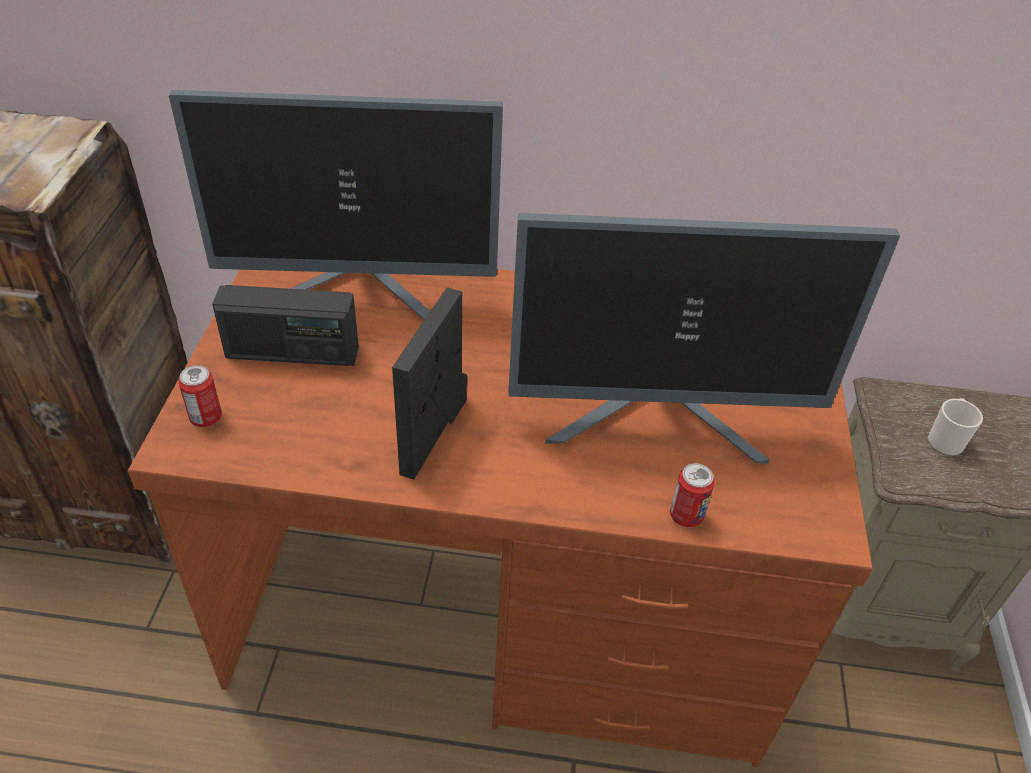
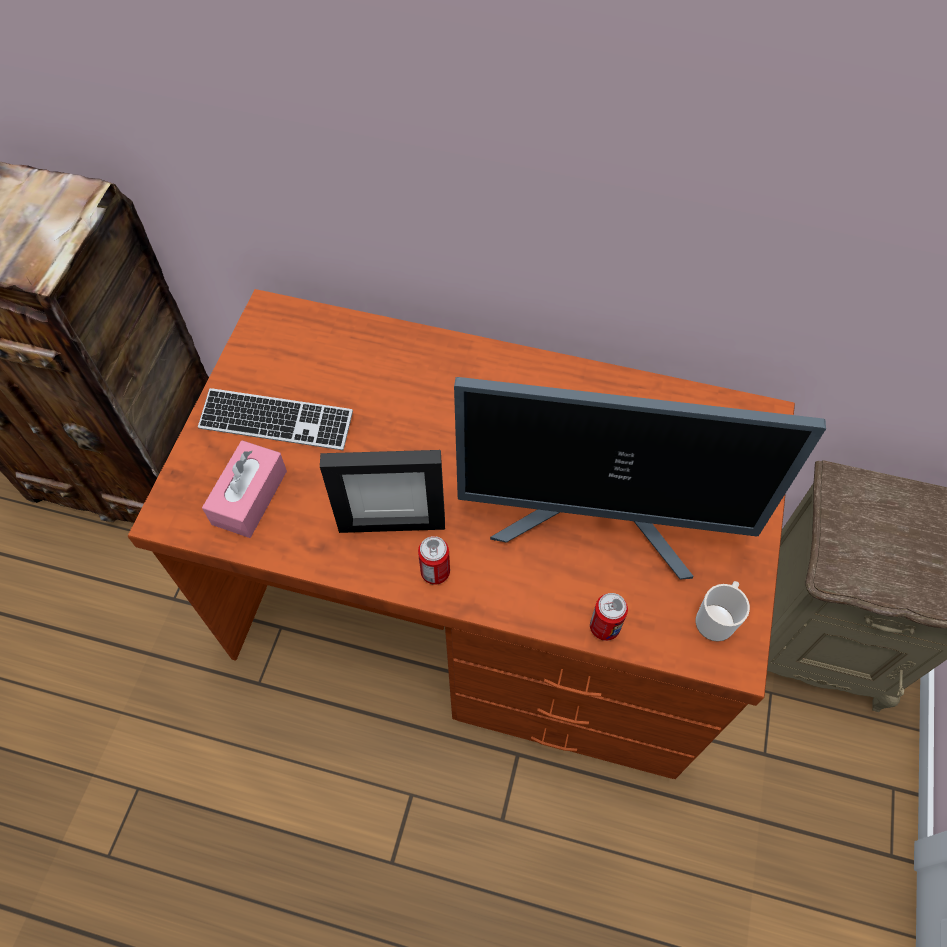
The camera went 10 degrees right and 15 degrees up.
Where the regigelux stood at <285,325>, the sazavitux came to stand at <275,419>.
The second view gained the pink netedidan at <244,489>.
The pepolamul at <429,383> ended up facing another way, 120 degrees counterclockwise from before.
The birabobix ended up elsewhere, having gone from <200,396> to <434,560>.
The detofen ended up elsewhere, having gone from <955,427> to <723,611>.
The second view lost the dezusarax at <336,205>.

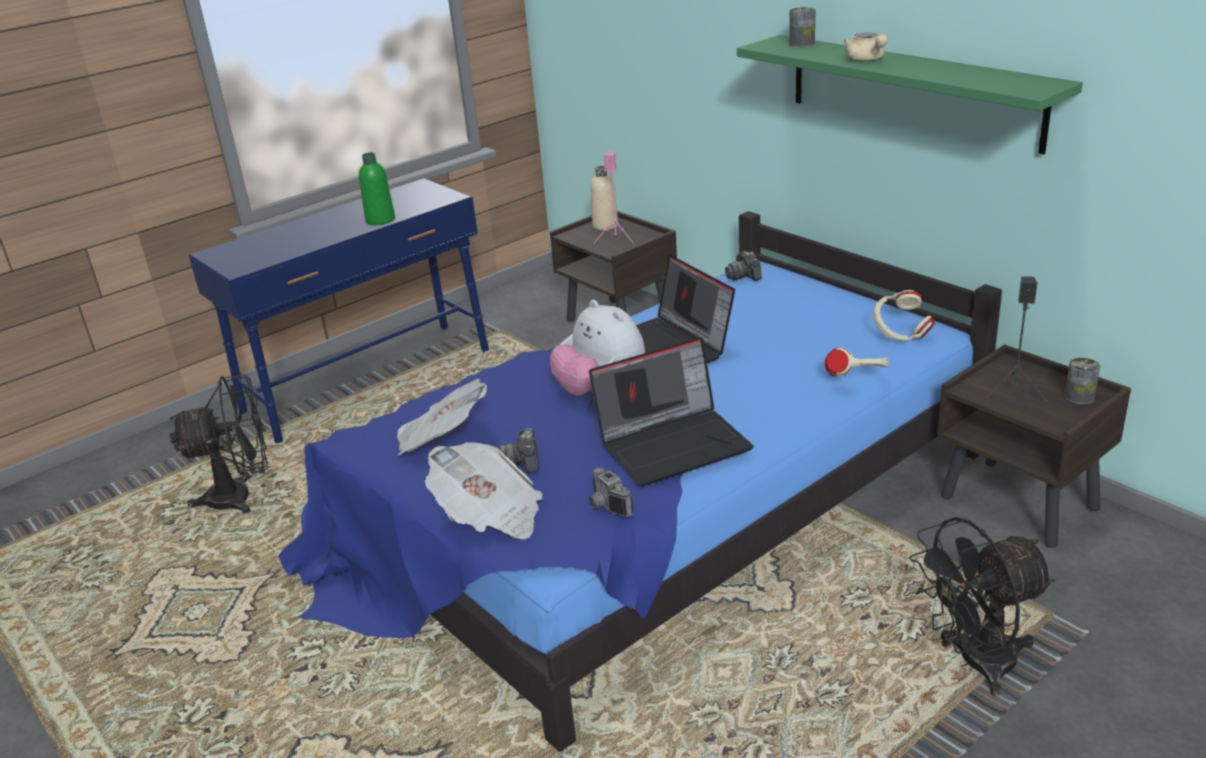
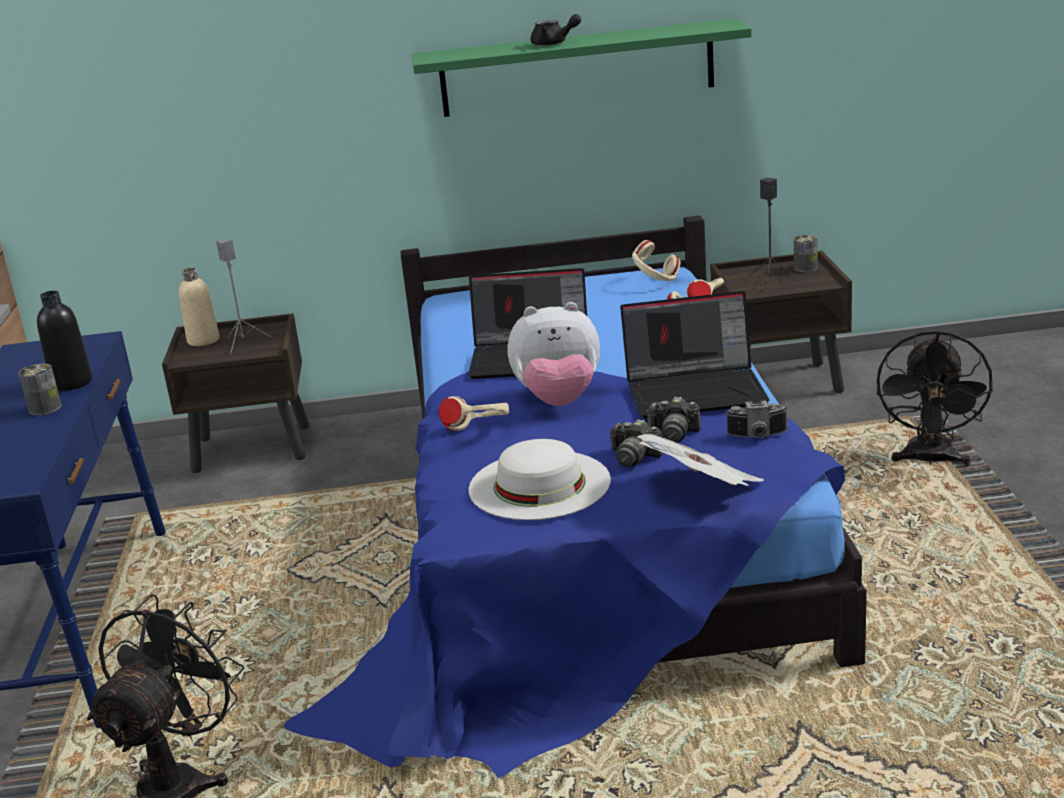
The camera went 55 degrees left and 5 degrees down.
The birabobix ended up elsewhere, having gone from <802,27> to <40,390>.
What was the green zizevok at <377,188> turned into the black zizevok at <65,341>.
What was the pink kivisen at <614,198> turned into the grey kivisen at <245,296>.
The second view gained the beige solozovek at <474,413>.
Where the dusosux stood at <442,417>, the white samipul came to stand at <540,479>.
What was the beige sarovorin at <865,47> turned into the black sarovorin at <556,30>.
The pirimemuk at <671,412> ended up facing another way, 75 degrees clockwise from before.
The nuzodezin ended up elsewhere, having gone from <743,266> to <673,420>.

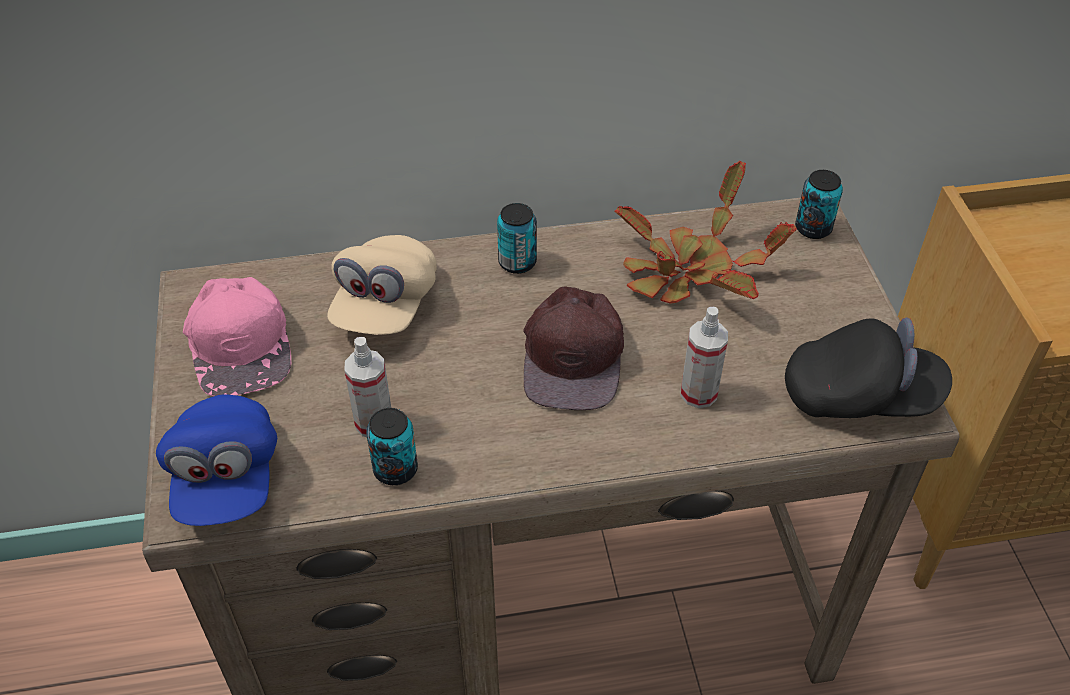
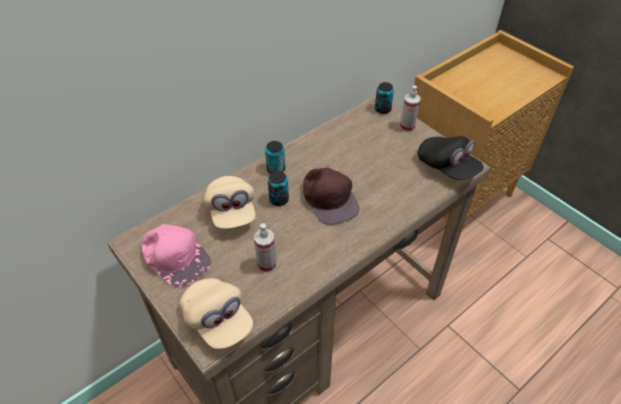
The camera went 30 degrees left and 0 degrees up.
What was the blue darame at <216,460> turned into the beige darame at <216,313>.
The birabobix ended up elsewhere, having gone from <392,446> to <278,188>.
The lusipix ended up elsewhere, having gone from <704,357> to <410,108>.
The black darame at <868,367> ended up facing another way, 75 degrees clockwise from before.
The second view lost the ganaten at <706,232>.

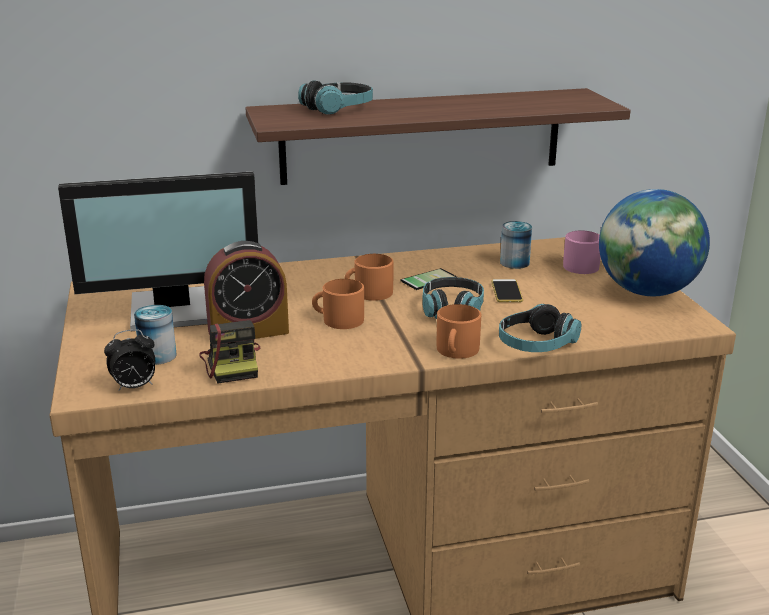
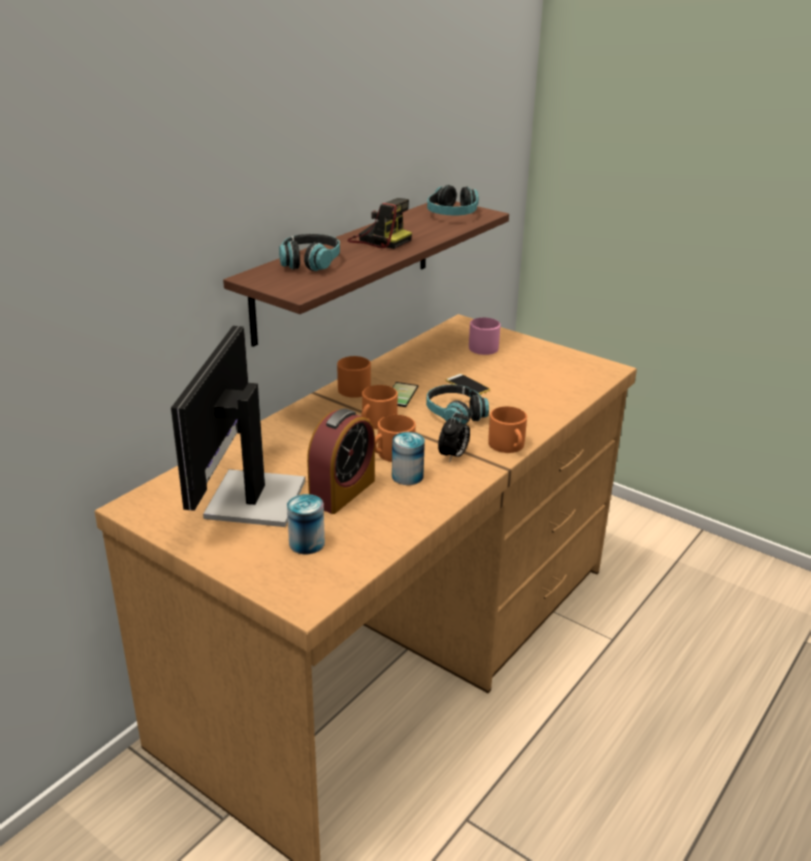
The camera went 40 degrees left and 5 degrees up.
The dezusarax at <158,251> ended up facing another way, 150 degrees clockwise from before.
The second view gained the orange detofen at <354,377>.
The nuzodezin ended up elsewhere, having gone from <229,352> to <379,223>.
The birabobix ended up elsewhere, having gone from <516,245> to <408,458>.
The solozovek ended up elsewhere, having gone from <540,328> to <453,200>.
The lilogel ended up elsewhere, having gone from <129,360> to <454,436>.
The second view lost the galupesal at <654,242>.

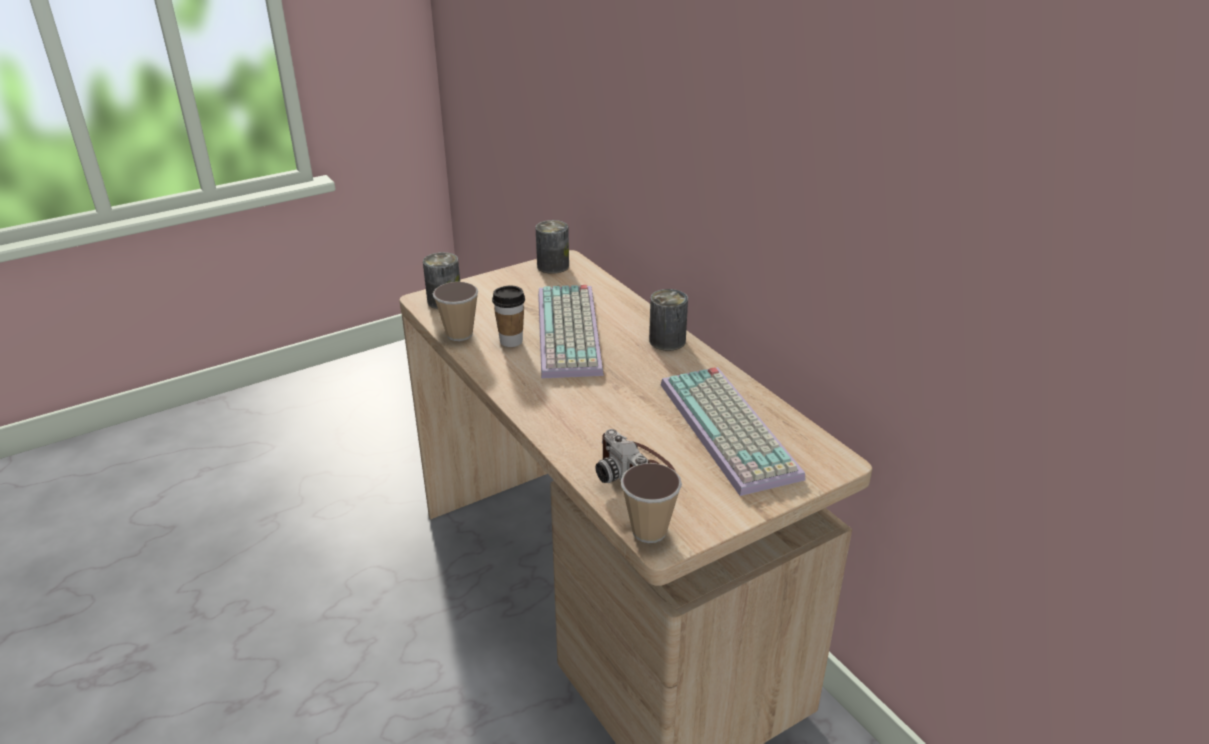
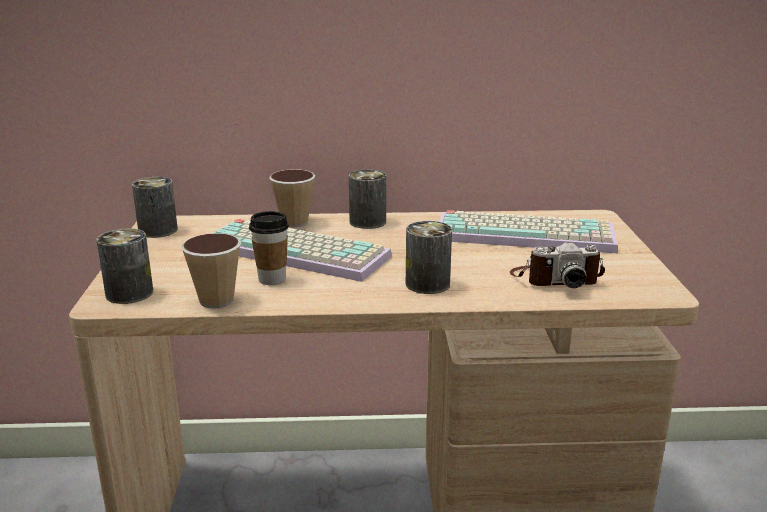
The camera went 60 degrees left and 10 degrees down.
The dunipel ended up elsewhere, having gone from <651,503> to <292,198>.
The second view gained the birabobix at <429,257>.

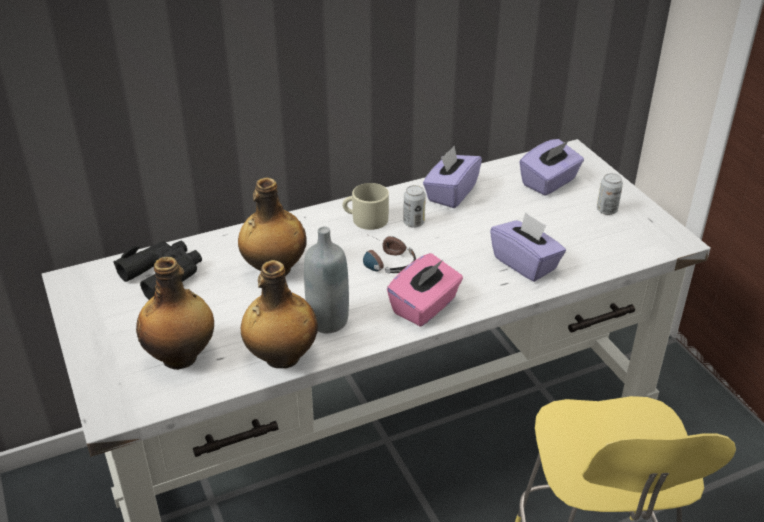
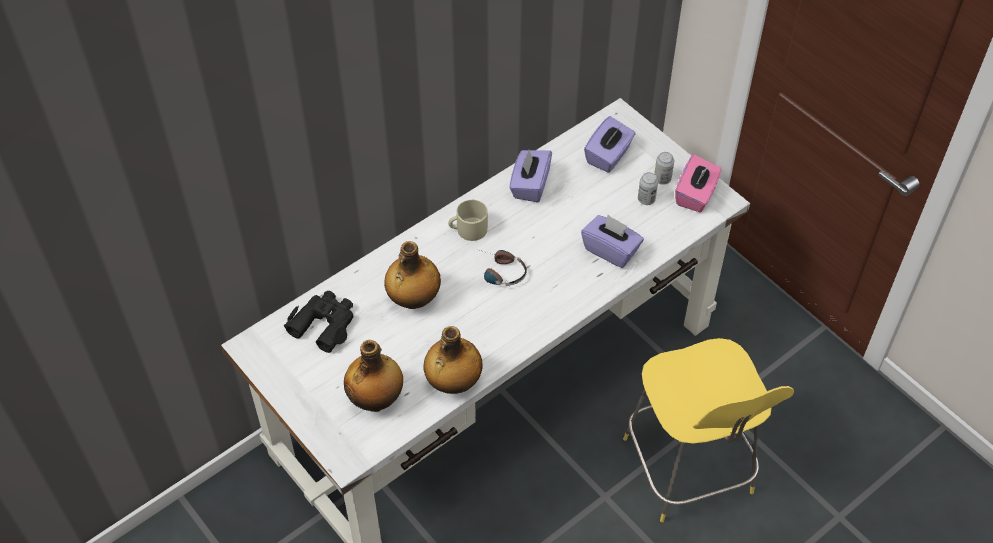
The camera went 15 degrees left and 15 degrees up.
The birabobix ended up elsewhere, having gone from <414,206> to <648,188>.
The pink netedidan ended up elsewhere, having gone from <425,290> to <698,183>.
The second view lost the grey zizevok at <326,280>.

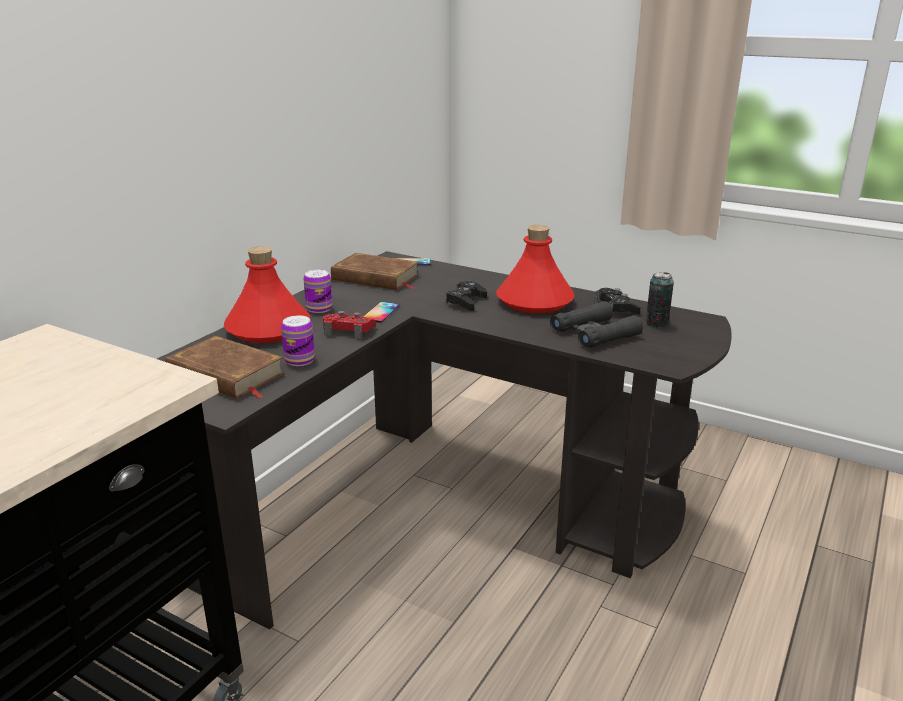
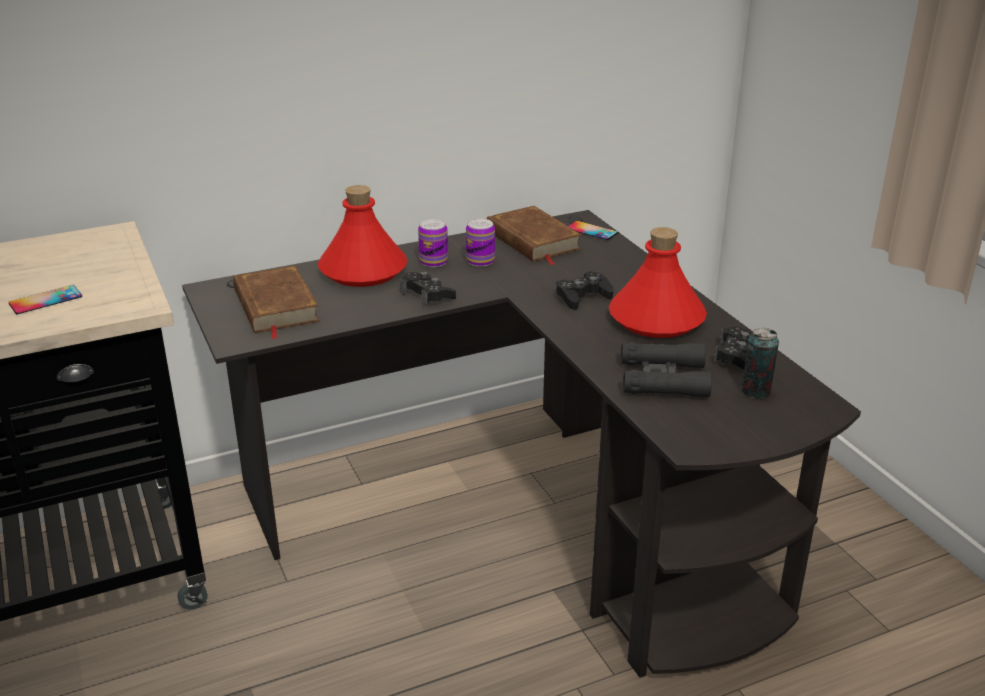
The camera went 35 degrees right and 5 degrees up.
The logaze ended up elsewhere, having gone from <381,312> to <45,299>.
What was the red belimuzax at <349,325> turned into the black belimuzax at <428,289>.
The birabobix ended up elsewhere, having gone from <298,340> to <480,243>.

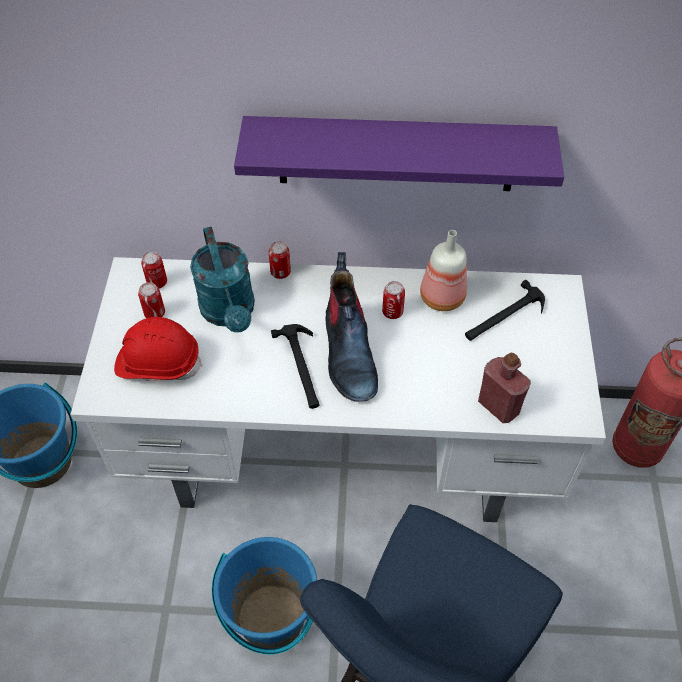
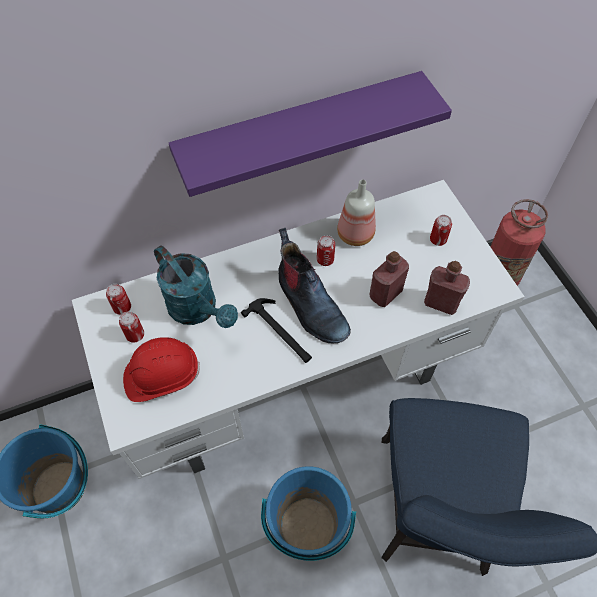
The camera went 25 degrees left and 5 degrees up.
The second view gained the red zizevok at <389,279>.
The birabobix ended up elsewhere, having gone from <280,260> to <441,230>.
The second view lost the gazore at <505,310>.

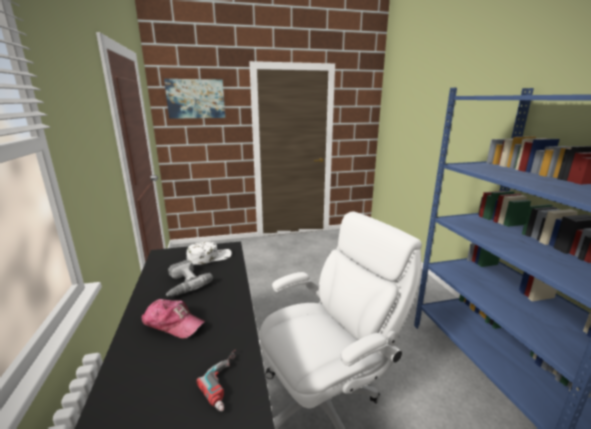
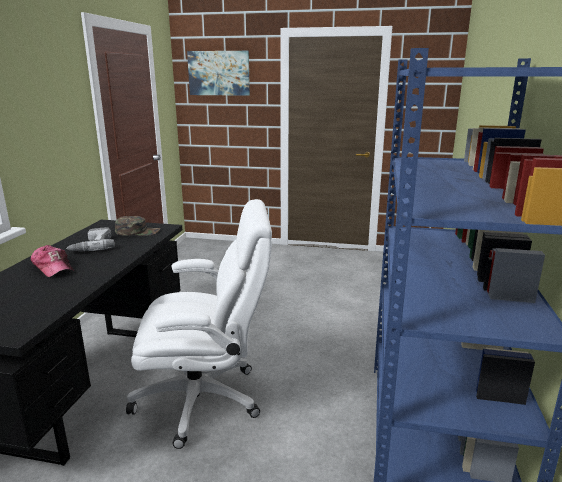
The camera went 25 degrees right and 0 degrees up.
What was the white darame at <209,253> turned into the green darame at <137,226>.
The second view lost the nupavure at <216,381>.

